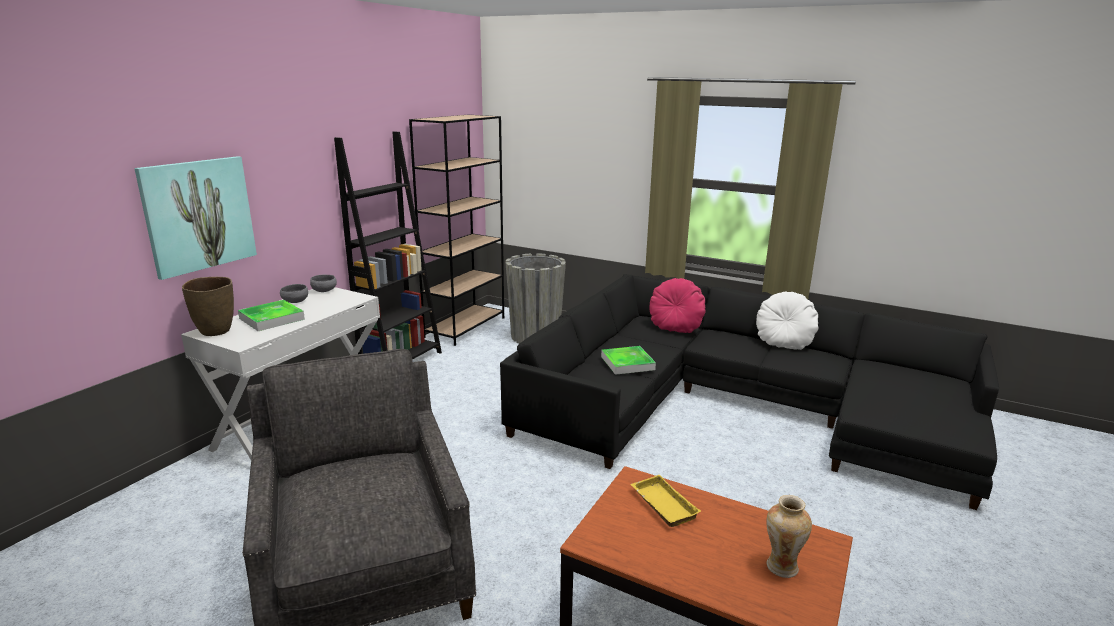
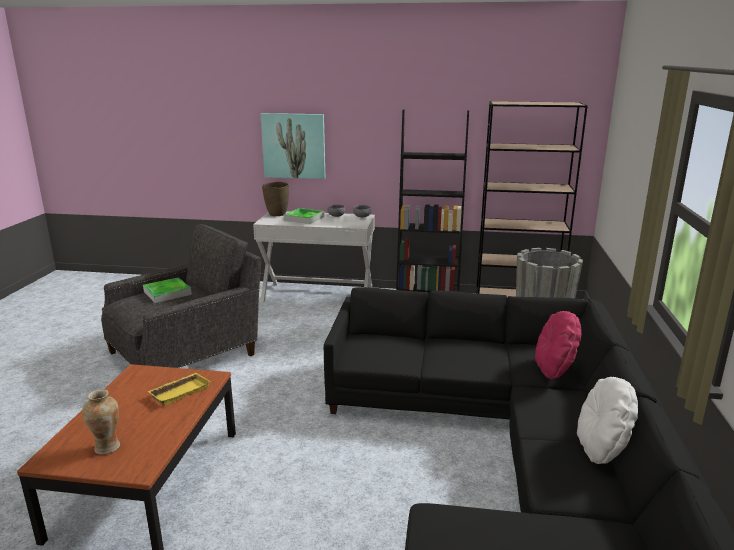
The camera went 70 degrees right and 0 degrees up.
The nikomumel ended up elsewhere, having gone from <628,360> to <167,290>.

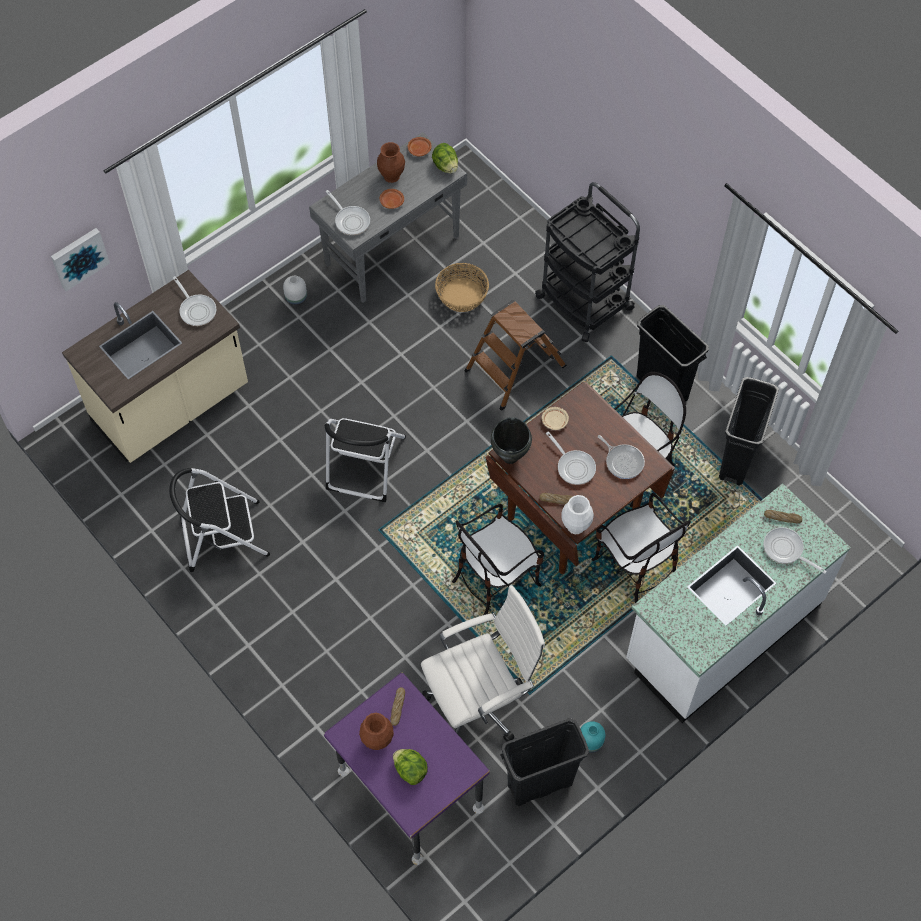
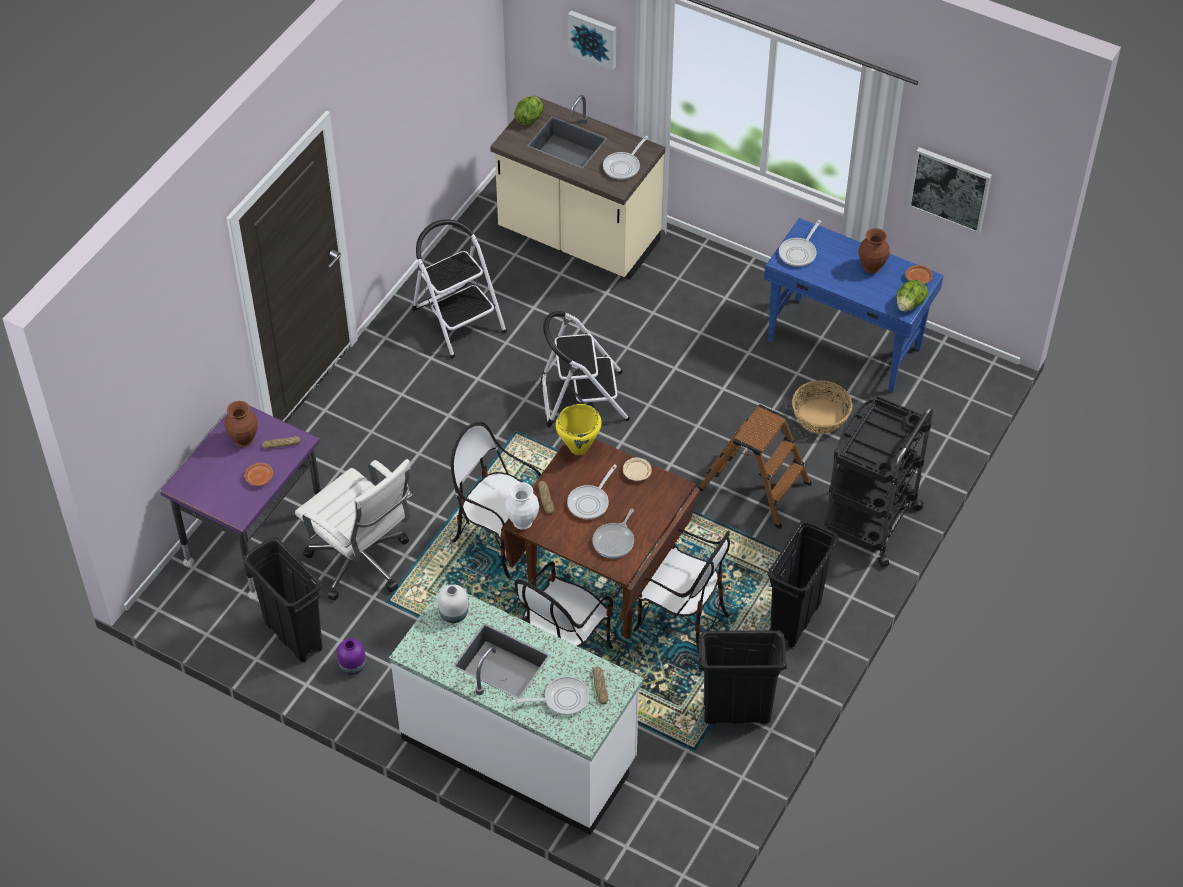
The camera went 70 degrees right and 10 degrees down.
The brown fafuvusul ended up elsewhere, having gone from <392,199> to <258,474>.
What was the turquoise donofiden at <593,737> turned into the purple donofiden at <351,657>.
The white donofiden ended up elsewhere, having gone from <295,290> to <453,603>.
The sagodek at <795,550> ended up facing another way, 60 degrees clockwise from before.
The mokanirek ended up elsewhere, having gone from <410,767> to <529,110>.
What was the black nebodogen at <511,440> turned into the yellow nebodogen at <578,429>.
What was the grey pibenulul at <388,217> turned into the blue pibenulul at <853,305>.
The second view gained the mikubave at <950,190>.

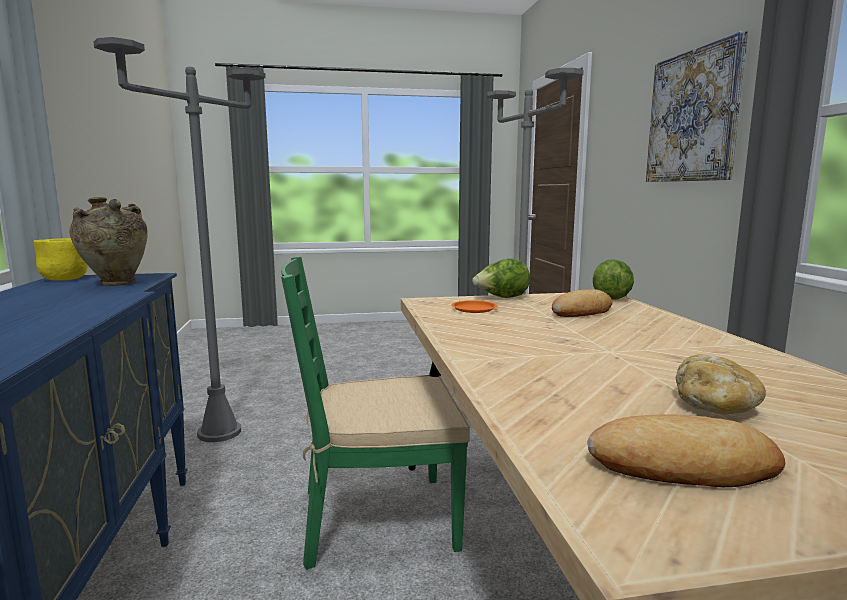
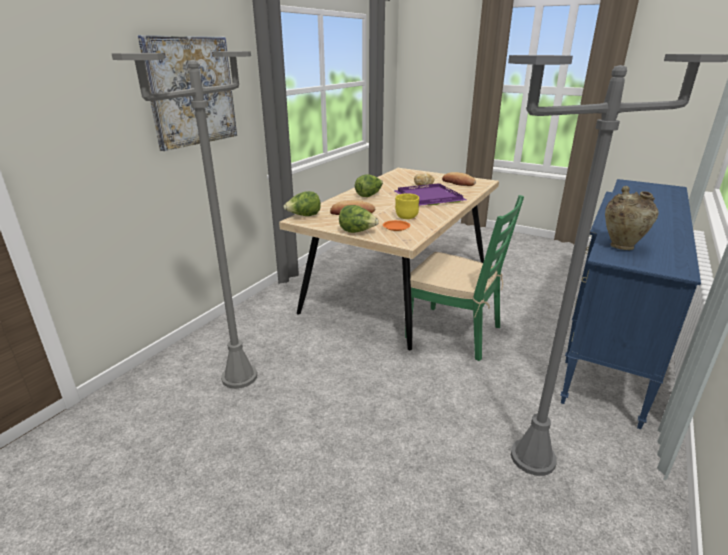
The camera went 140 degrees left and 15 degrees up.
The second view gained the mokanirek at <369,185>.
The second view gained the purple nikomumel at <431,194>.
The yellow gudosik ended up elsewhere, having gone from <60,259> to <407,206>.

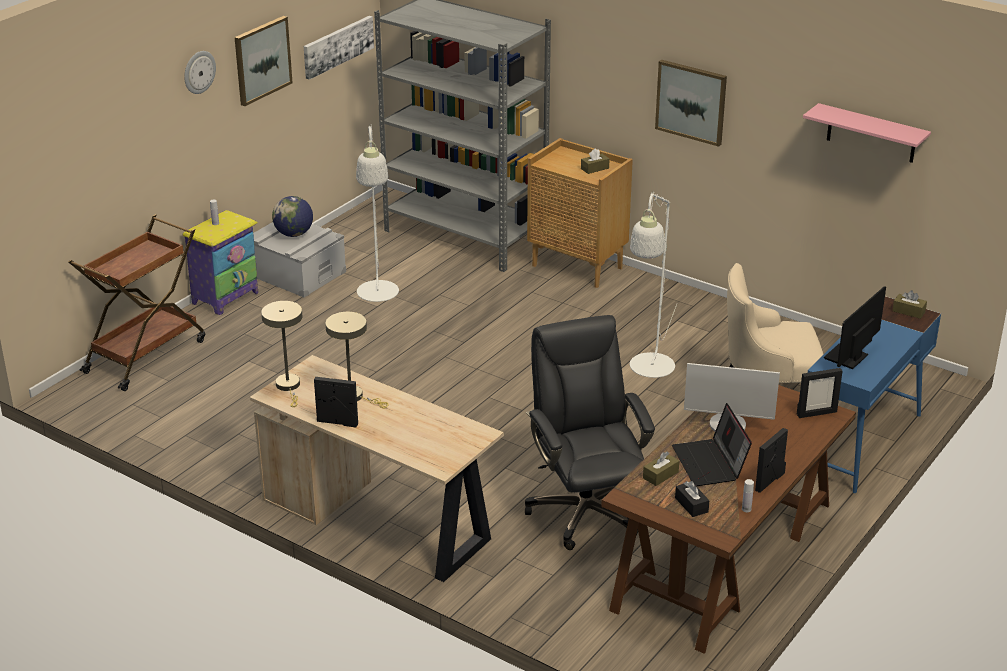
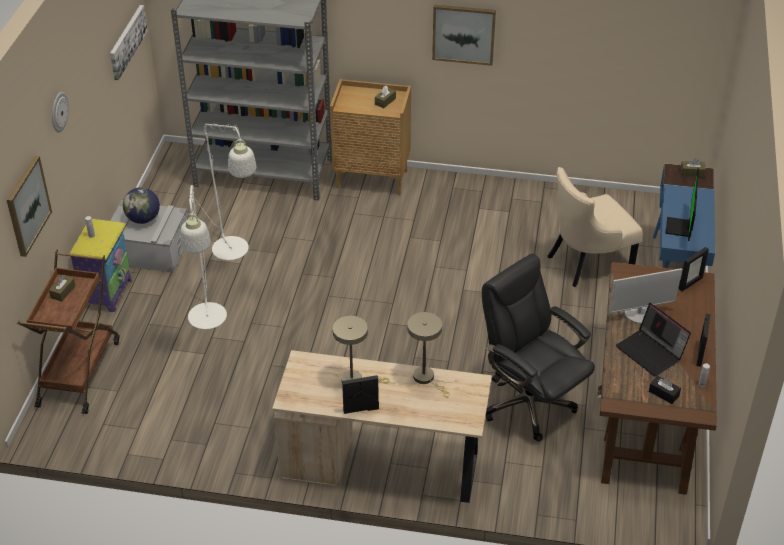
The camera went 25 degrees left and 10 degrees up.
The mikubave ended up elsewhere, having gone from <263,61> to <29,206>.
The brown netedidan ended up elsewhere, having gone from <661,468> to <62,288>.
The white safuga ended up elsewhere, having gone from <653,284> to <203,257>.
The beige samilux ended up elsewhere, having gone from <282,354> to <428,355>.
The second view lost the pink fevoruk at <867,133>.

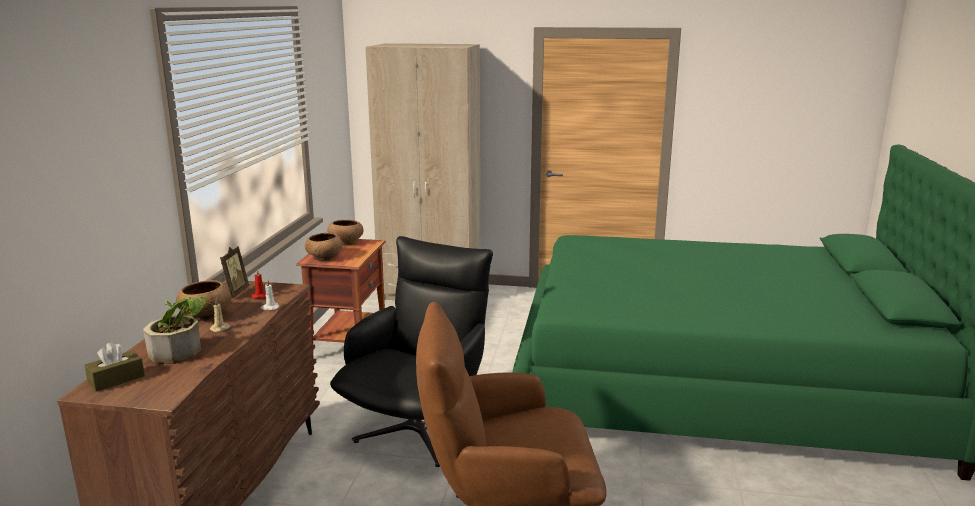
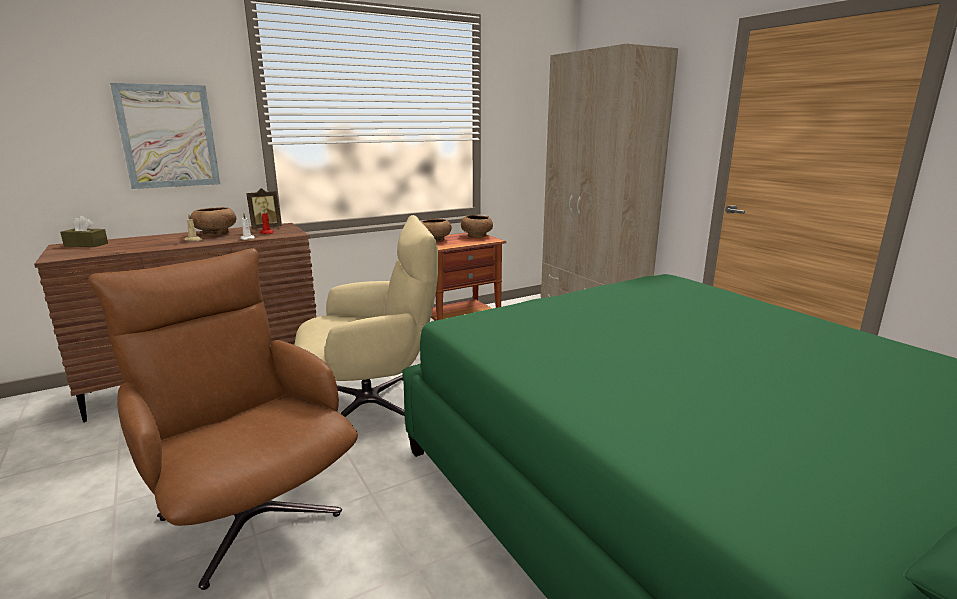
The camera went 50 degrees right and 0 degrees up.
The second view gained the mikubave at <165,136>.
What was the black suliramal at <411,351> turned into the beige suliramal at <366,316>.
The second view lost the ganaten at <175,330>.

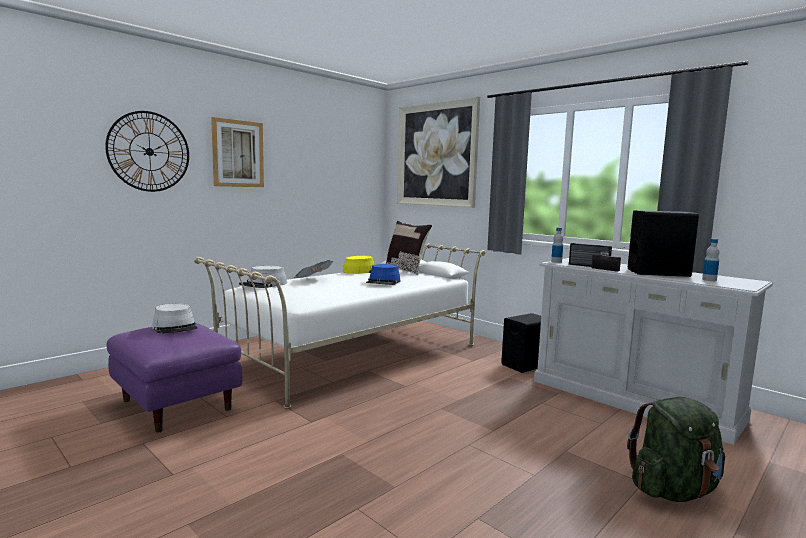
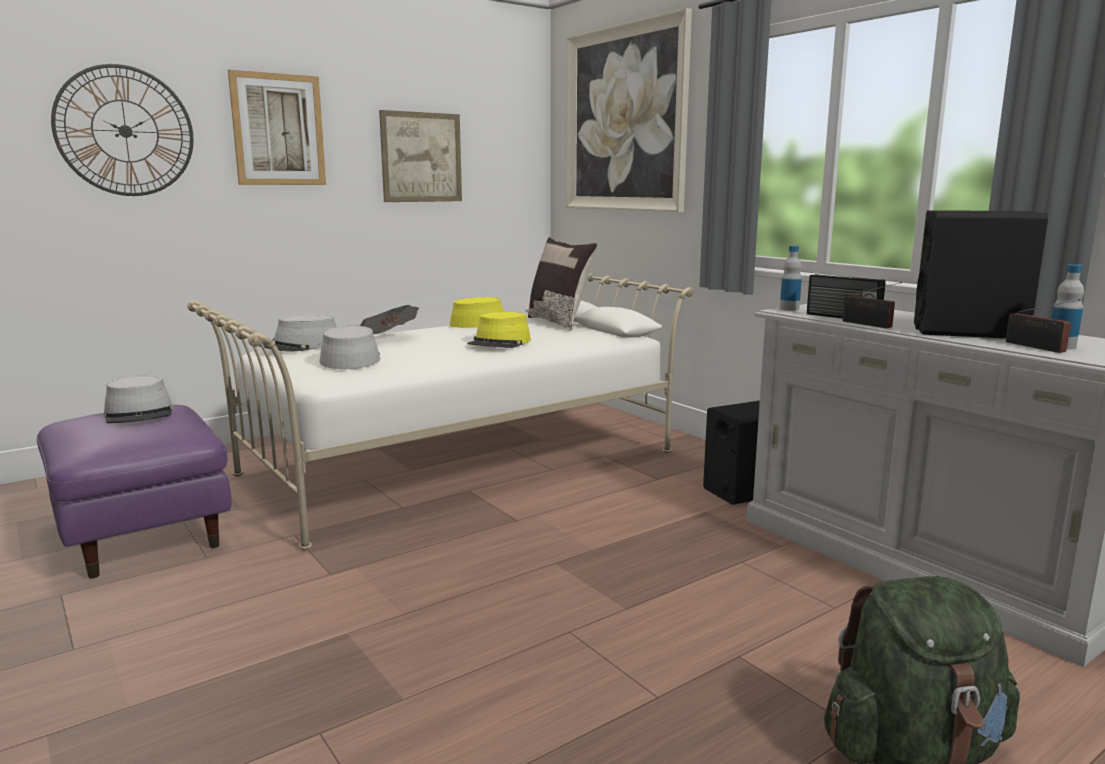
The camera went 10 degrees right and 5 degrees up.
The second view gained the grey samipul at <350,347>.
The second view gained the mikubave at <420,156>.
What was the blue samipul at <383,274> turned into the yellow samipul at <499,330>.
The second view gained the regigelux at <1043,326>.

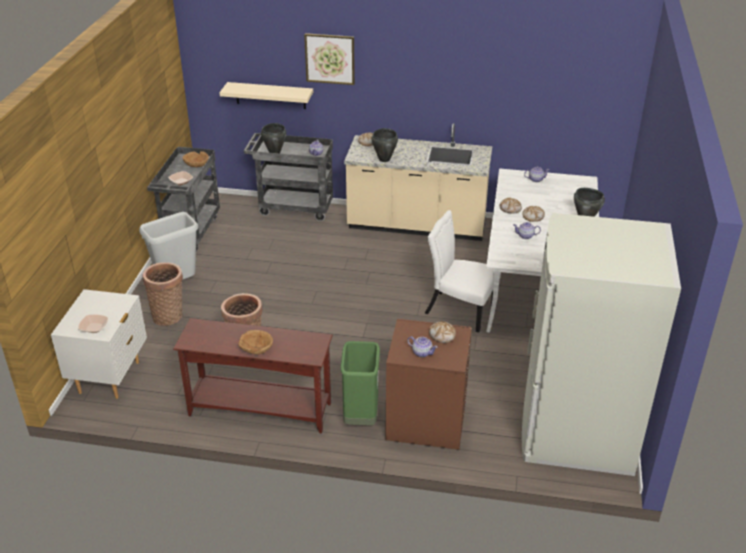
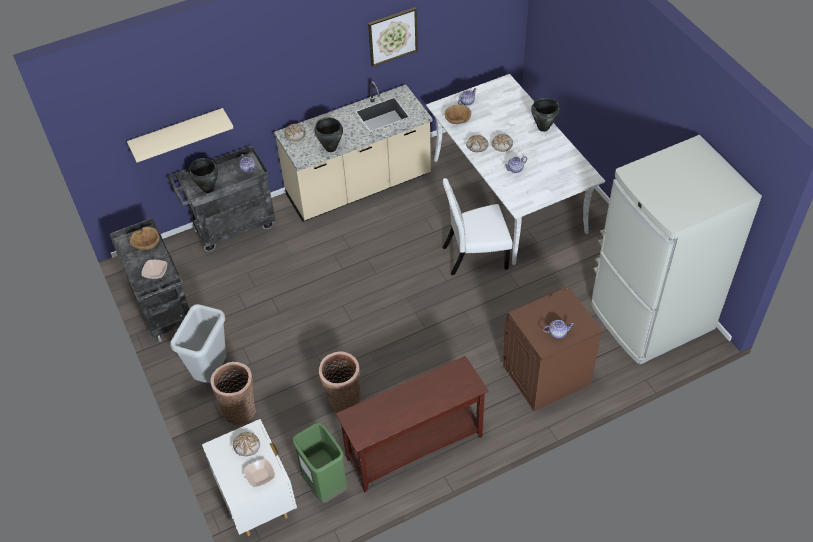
The camera went 35 degrees left and 15 degrees up.
The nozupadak ended up elsewhere, having gone from <442,332> to <246,444>.
The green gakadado ended up elsewhere, having gone from <360,383> to <319,462>.
The mikubave ended up elsewhere, having gone from <329,59> to <393,37>.
The brown gudosik ended up elsewhere, having gone from <255,342> to <458,114>.

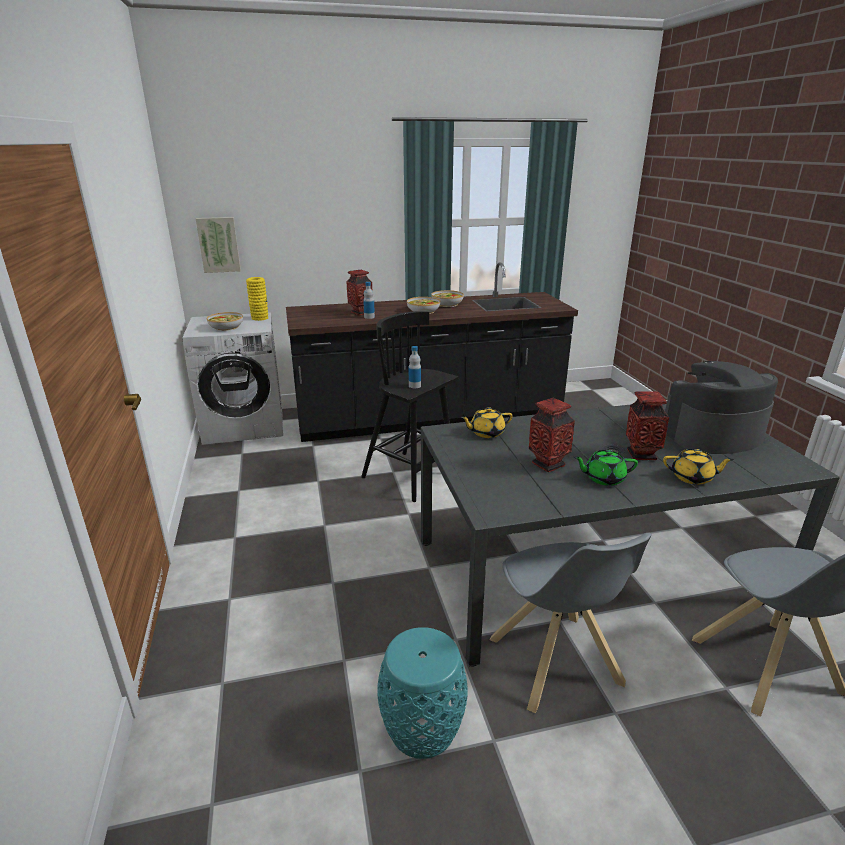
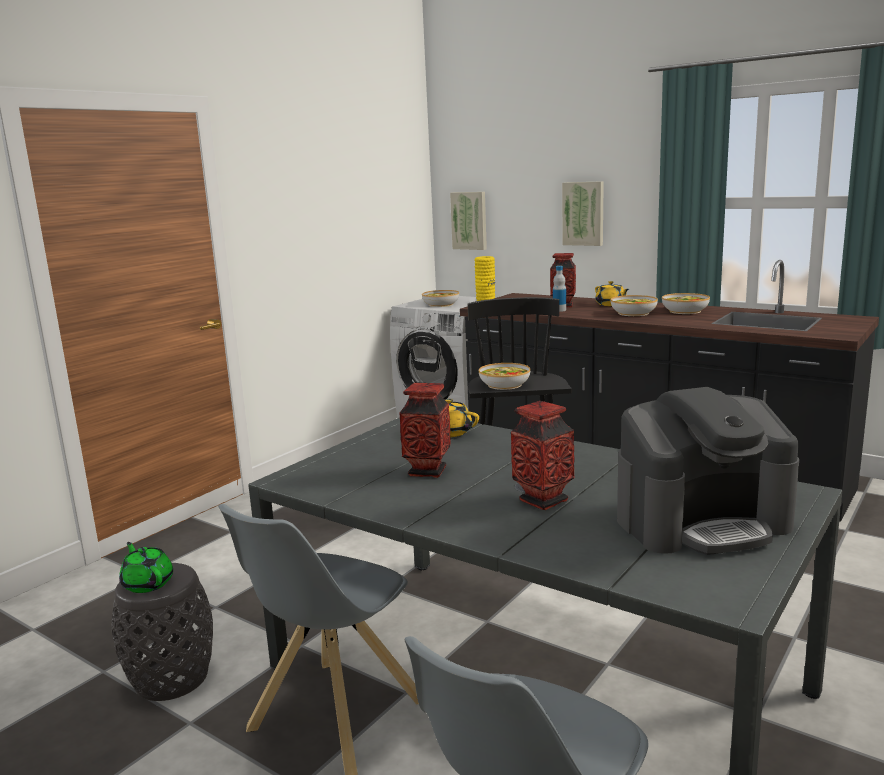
The camera went 50 degrees right and 10 degrees down.
What was the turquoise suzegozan at <422,693> turned into the grey suzegozan at <162,632>.
The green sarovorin ended up elsewhere, having gone from <606,468> to <146,567>.
Where the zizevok stood at <415,367>, the gudosik came to stand at <504,376>.
The second view gained the mikubave at <583,213>.
The yellow sarovorin ended up elsewhere, having gone from <698,467> to <612,293>.
The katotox at <721,407> ended up facing another way, 135 degrees clockwise from before.

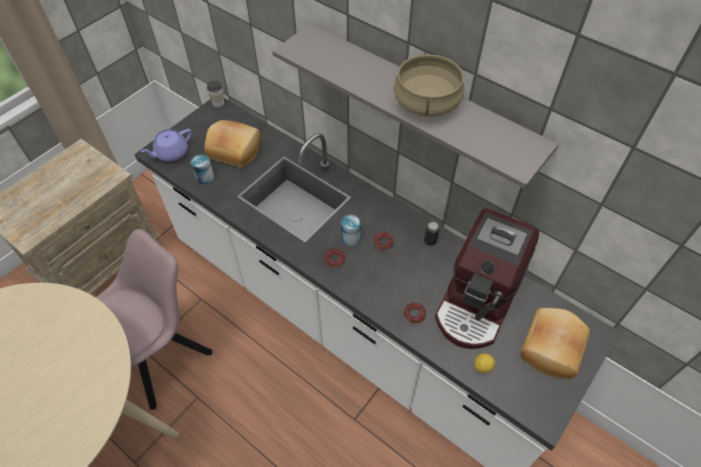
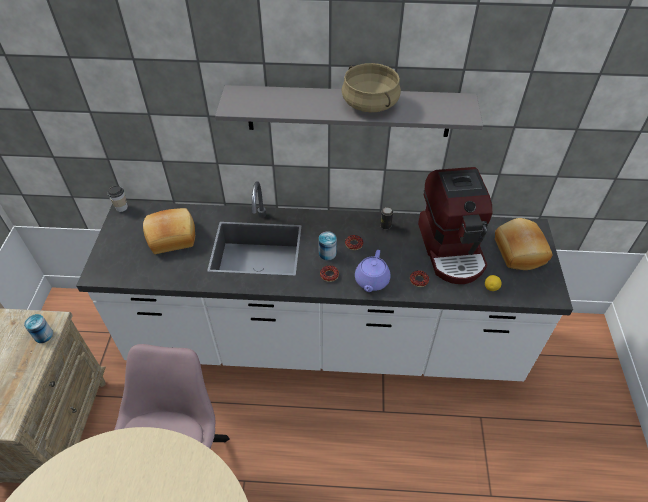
The camera went 35 degrees left and 5 degrees down.
The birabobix ended up elsewhere, having gone from <202,169> to <38,328>.
The purple sarovorin ended up elsewhere, having gone from <166,145> to <372,271>.

